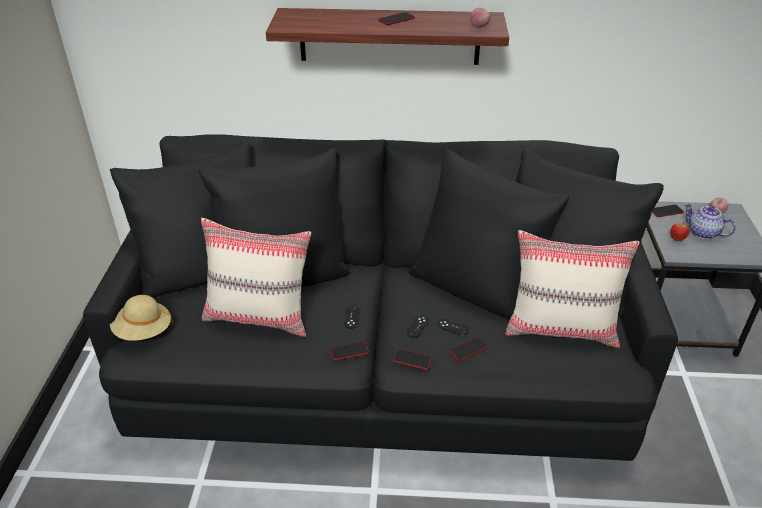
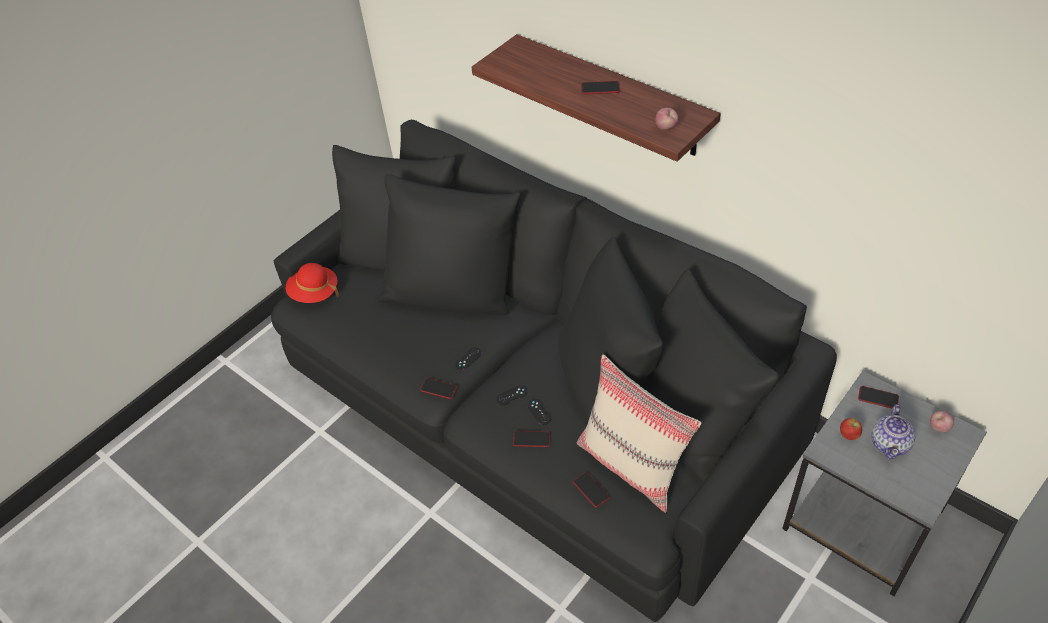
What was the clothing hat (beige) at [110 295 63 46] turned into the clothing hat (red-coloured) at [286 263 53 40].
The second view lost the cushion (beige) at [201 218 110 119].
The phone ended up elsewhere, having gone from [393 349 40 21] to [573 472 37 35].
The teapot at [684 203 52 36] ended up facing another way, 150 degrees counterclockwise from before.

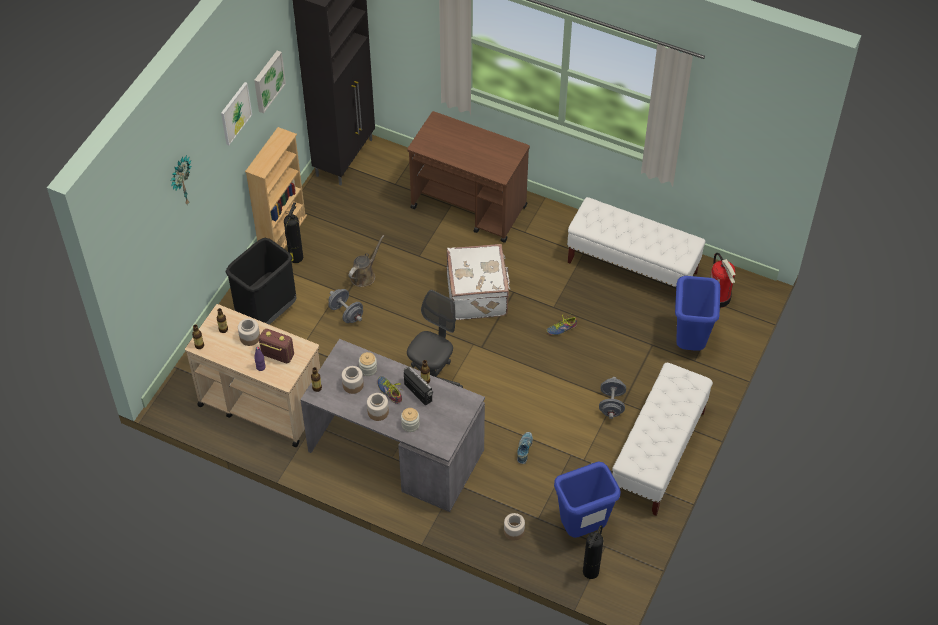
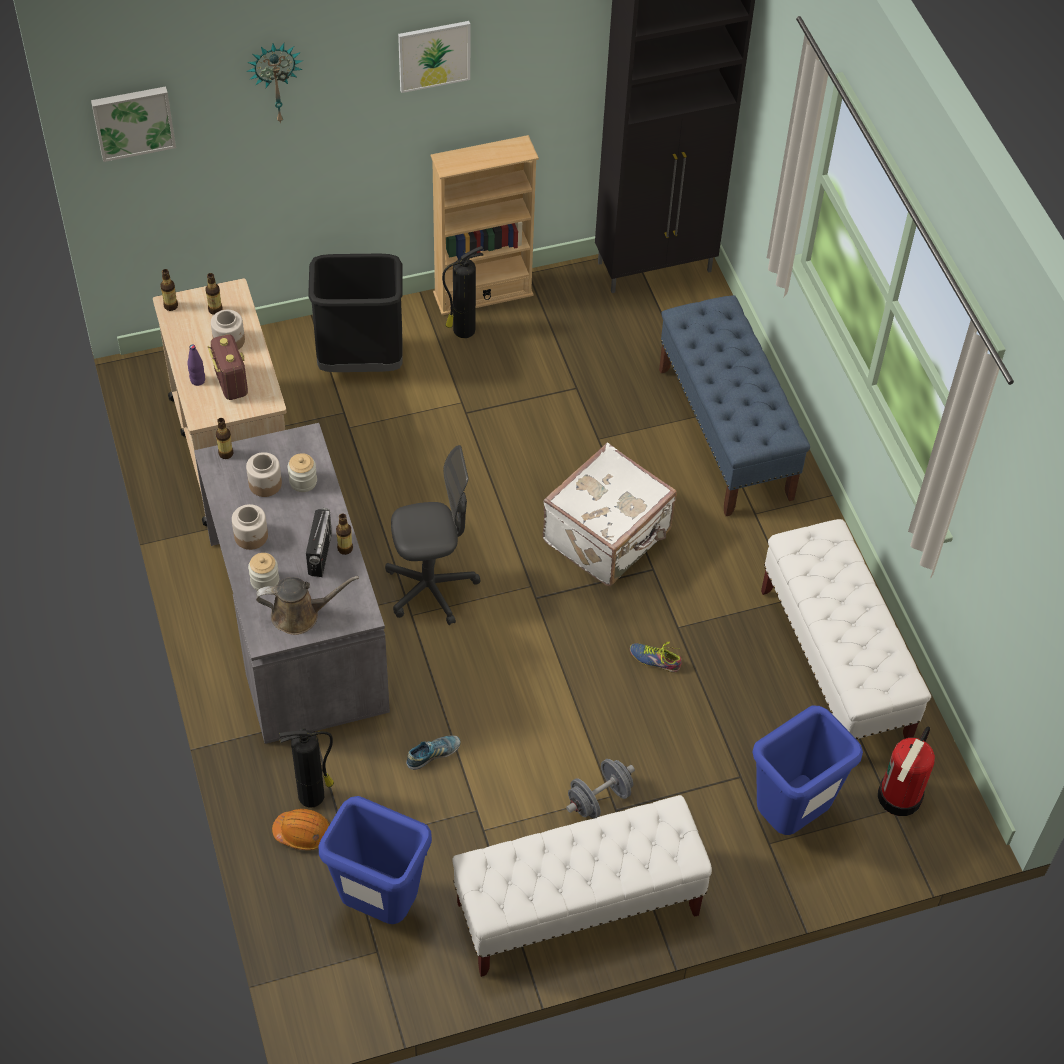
The wall picture ended up elsewhere, having gone from [254 51 32 62] to [91 86 85 76].
The second view lost the hand weight (grey) at [328 289 35 34].
The sprinkling can (brown) ended up elsewhere, having gone from [348 235 36 52] to [256 576 103 59].
The second view lost the shoe at [377 376 25 28].
Where the trolley (brown) stood at [407 111 123 132], the indoor bench (blue) came to stand at [659 295 151 221].
Where the storage jar stood at [504 513 21 27], the work helmet (orange-coloured) came to stand at [272 809 58 41].
The fire extinguisher ended up elsewhere, having gone from [583 525 21 54] to [279 728 55 80].

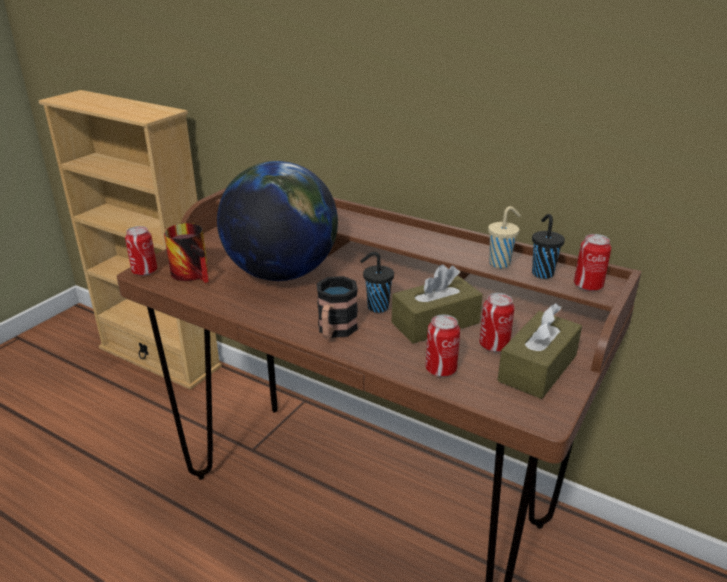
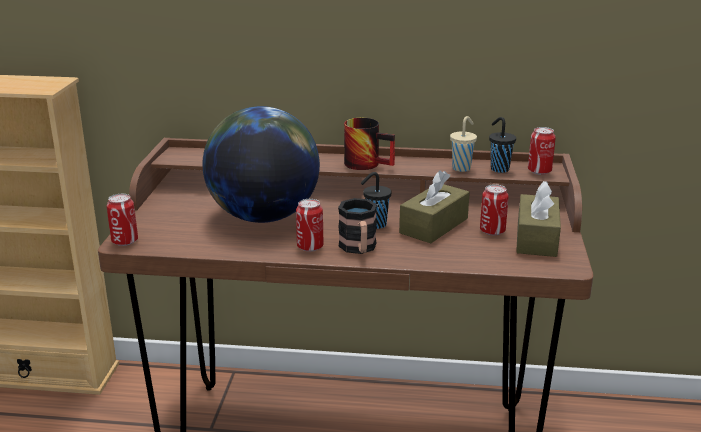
The mug ended up elsewhere, having gone from [164 223 45 60] to [344 118 51 52].
The can ended up elsewhere, having gone from [425 314 35 63] to [296 199 28 53].

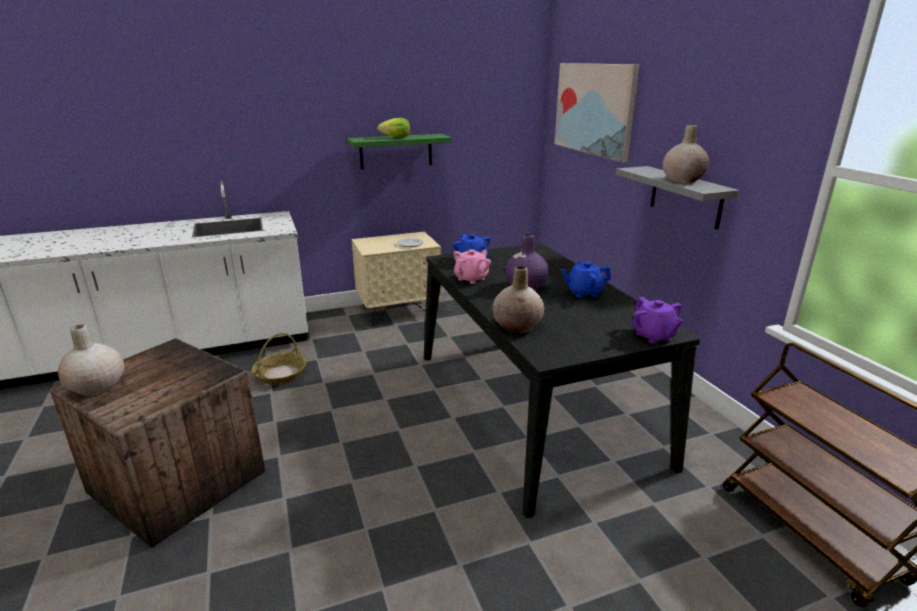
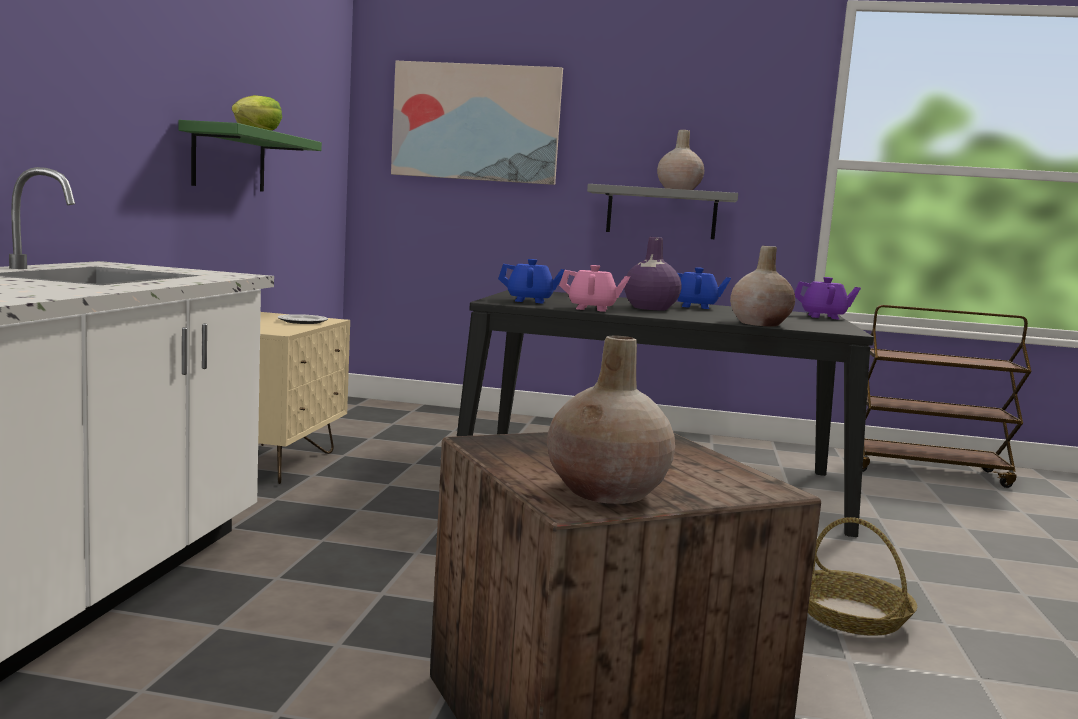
The basket ended up elsewhere, having gone from [252 333 54 52] to [808 517 109 119].
The teapot (pinkish) at [453 249 38 35] ended up facing another way, 120 degrees clockwise from before.
The teapot (blue) at [561 261 50 37] ended up facing another way, 105 degrees counterclockwise from before.

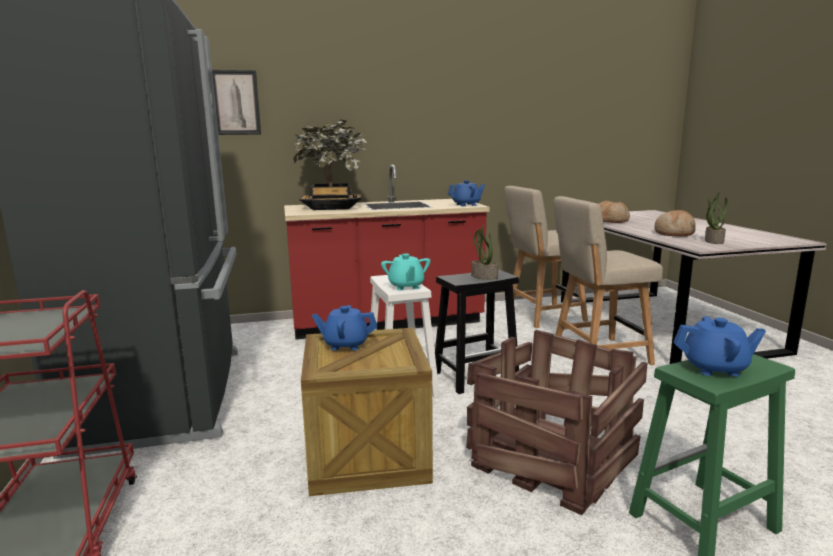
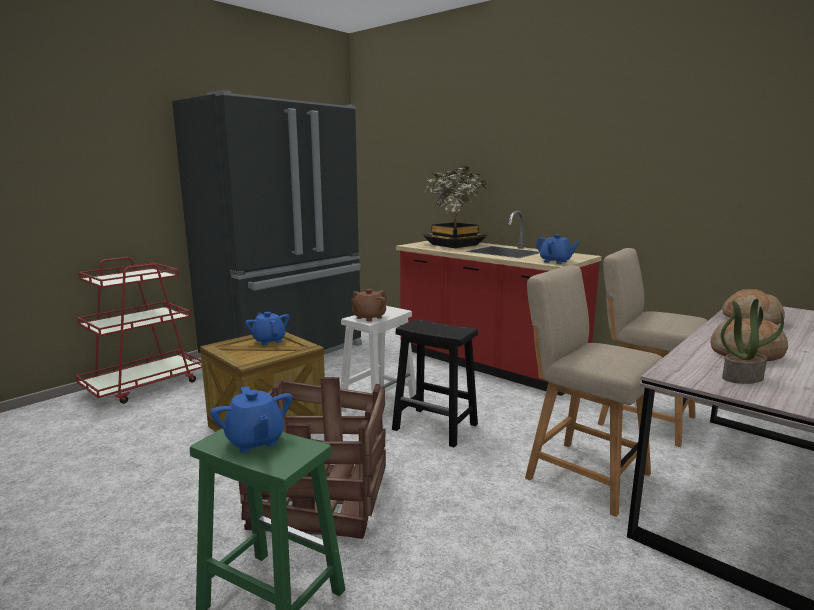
The second view lost the wall picture at [212 70 49 65].
What was the teapot (turquoise) at [381 254 49 36] turned into the teapot (brown) at [351 289 36 33].
The second view lost the houseplant at [471 224 27 56].

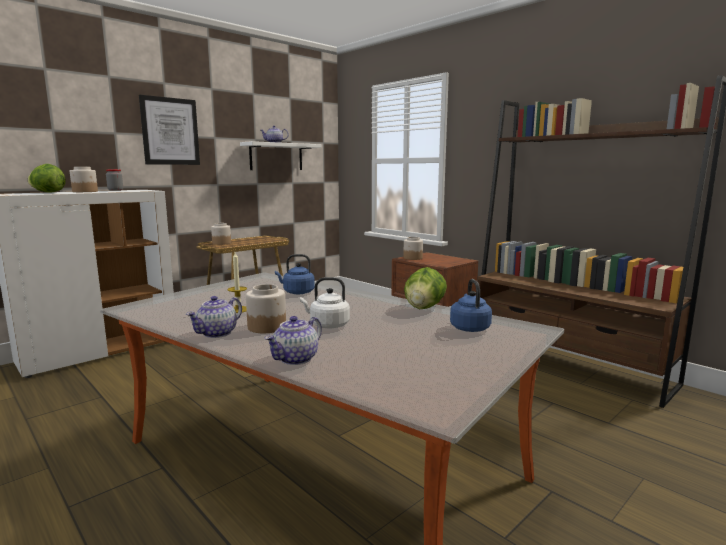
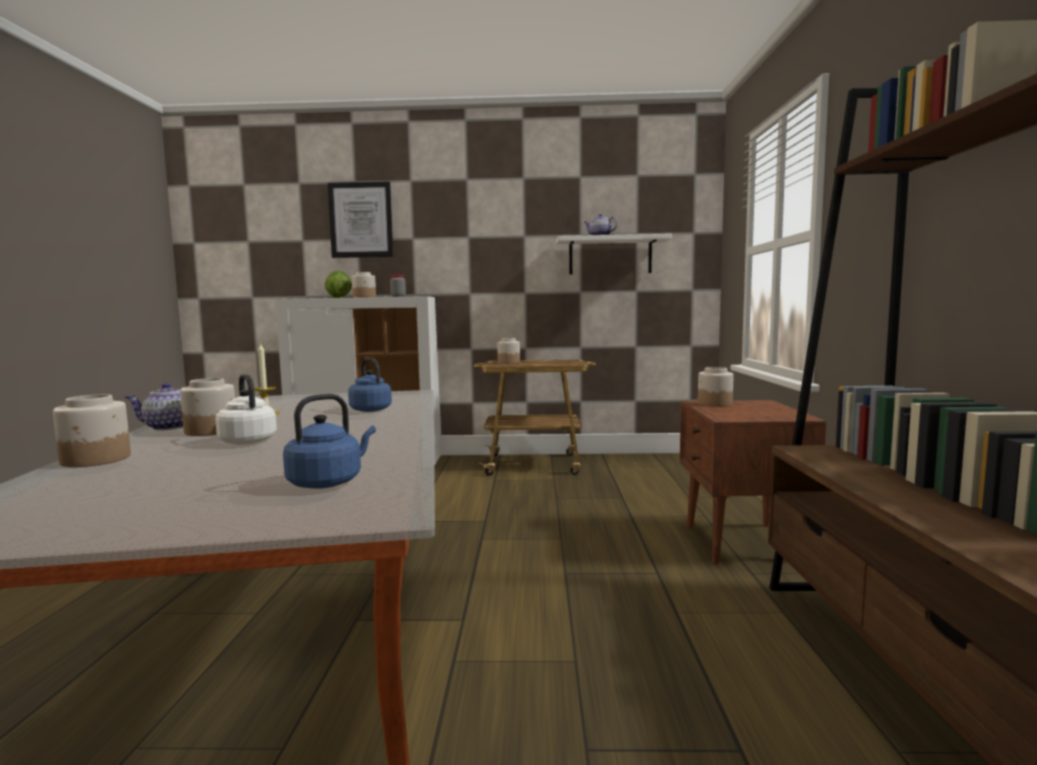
The wall picture ended up elsewhere, having gone from [139 95 61 70] to [328 182 65 76].
Where the teapot stood at [264 316 58 49], the storage jar came to stand at [53 394 78 73].
The second view lost the head of lettuce at [404 267 43 42].

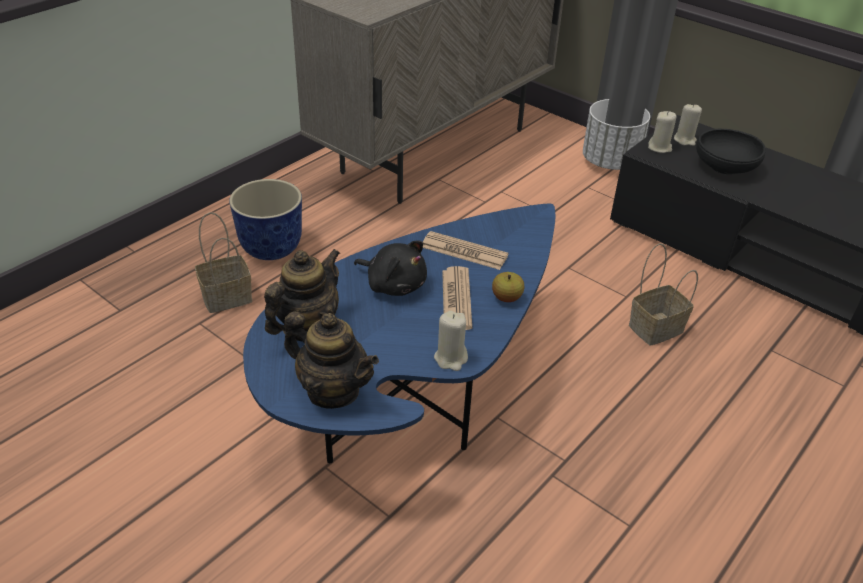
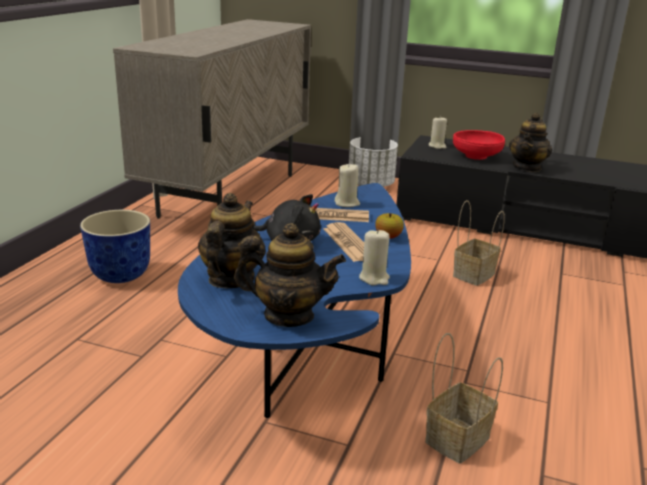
The basket ended up elsewhere, having gone from [195 212 57 101] to [425 333 78 131].
The candle (beige) ended up elsewhere, having gone from [648 111 28 42] to [335 163 25 44].
What was the deep dish (blackish) at [696 129 70 45] turned into the deep dish (red-coloured) at [453 130 52 30].
The second view gained the teapot at [509 112 43 60].

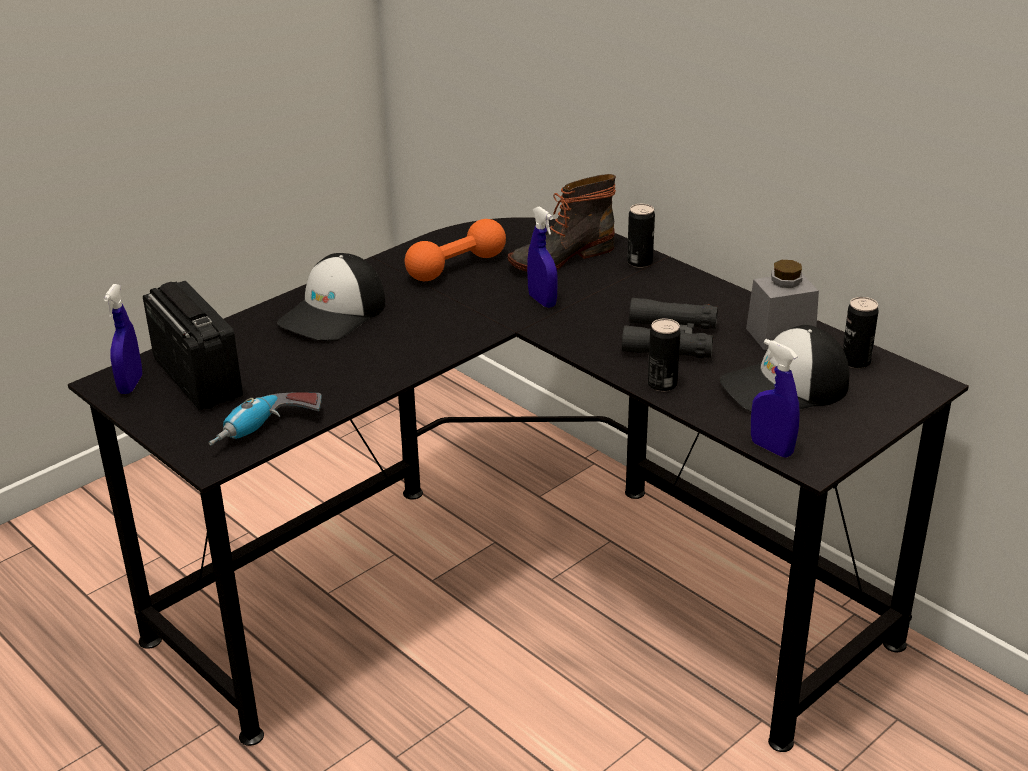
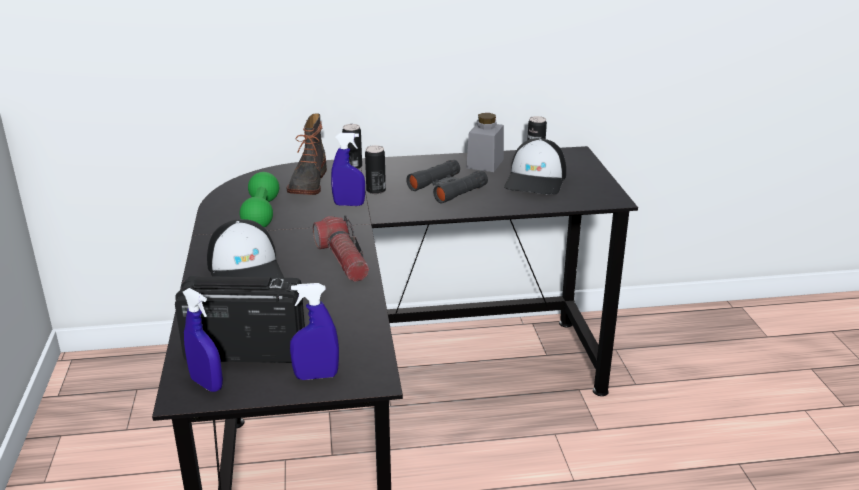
The second view lost the power drill at [209 392 113 53].
What was the hand weight (orange-coloured) at [405 219 101 62] turned into the hand weight (green) at [239 172 40 56].
The can ended up elsewhere, having gone from [648 318 33 74] to [365 145 21 49].
The hand sprayer (blue) ended up elsewhere, having gone from [751 339 49 119] to [290 283 49 97].
The second view gained the hand torch at [313 215 56 67].

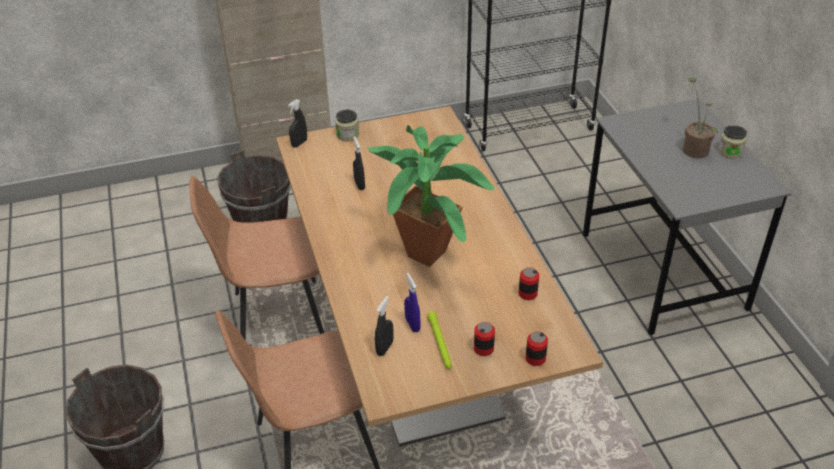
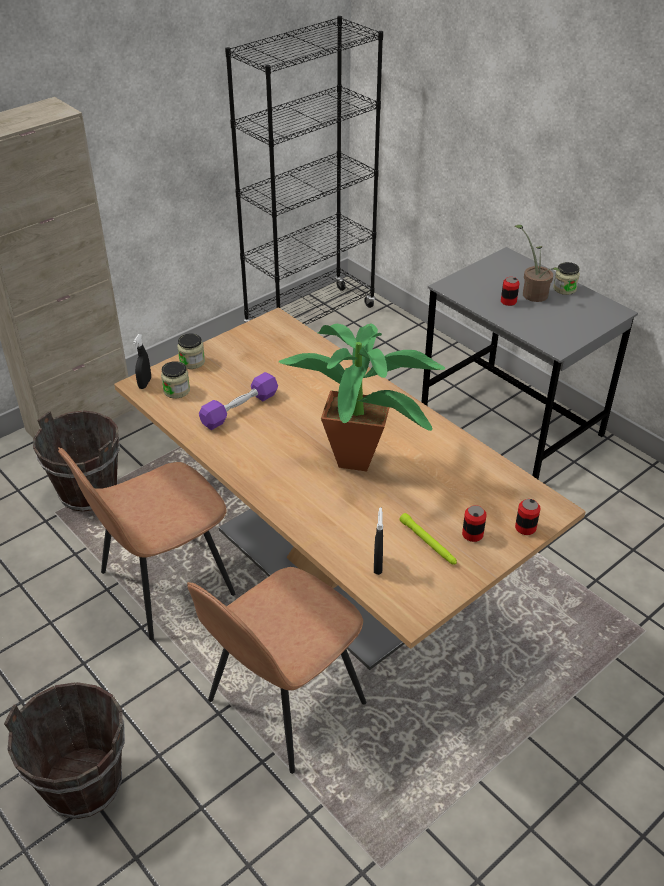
Where the hand sprayer (blackish) stood at [353 137 12 53], the hand weight (purple) came to stand at [199 372 79 58].
The second view lost the hand sprayer (blue) at [404 273 17 59].
The can ended up elsewhere, having gone from [519 267 20 33] to [501 277 19 29].
The second view gained the storage jar at [161 361 29 38].

